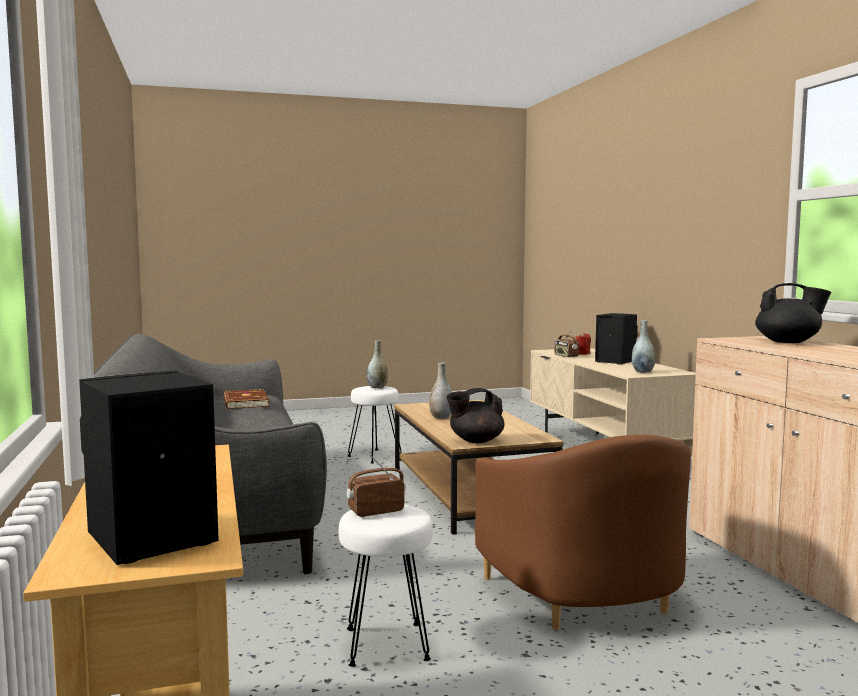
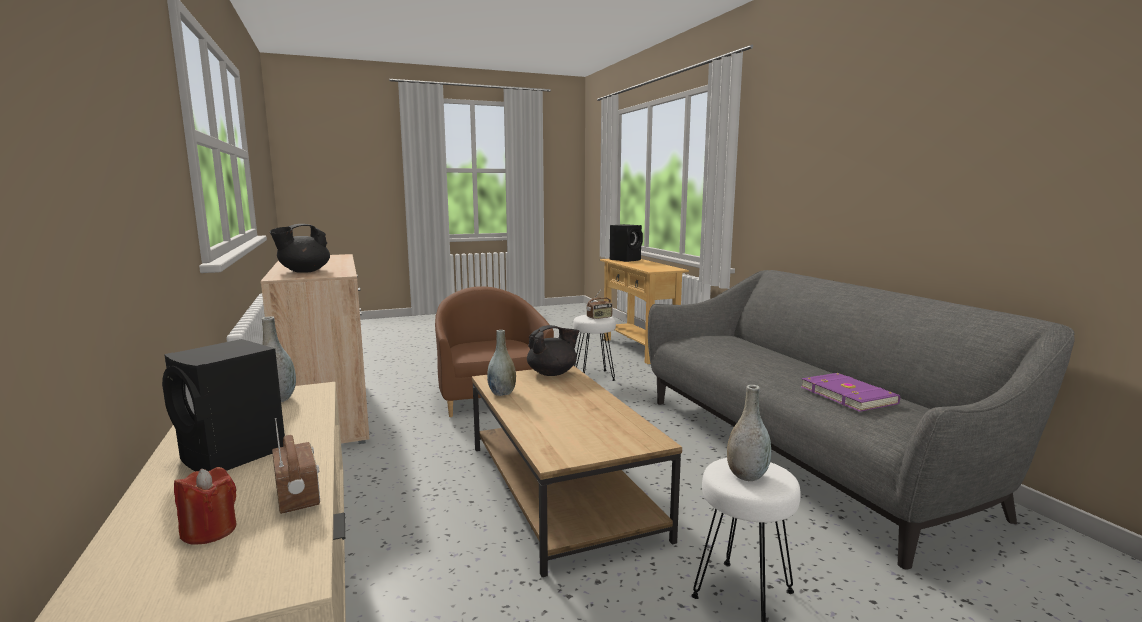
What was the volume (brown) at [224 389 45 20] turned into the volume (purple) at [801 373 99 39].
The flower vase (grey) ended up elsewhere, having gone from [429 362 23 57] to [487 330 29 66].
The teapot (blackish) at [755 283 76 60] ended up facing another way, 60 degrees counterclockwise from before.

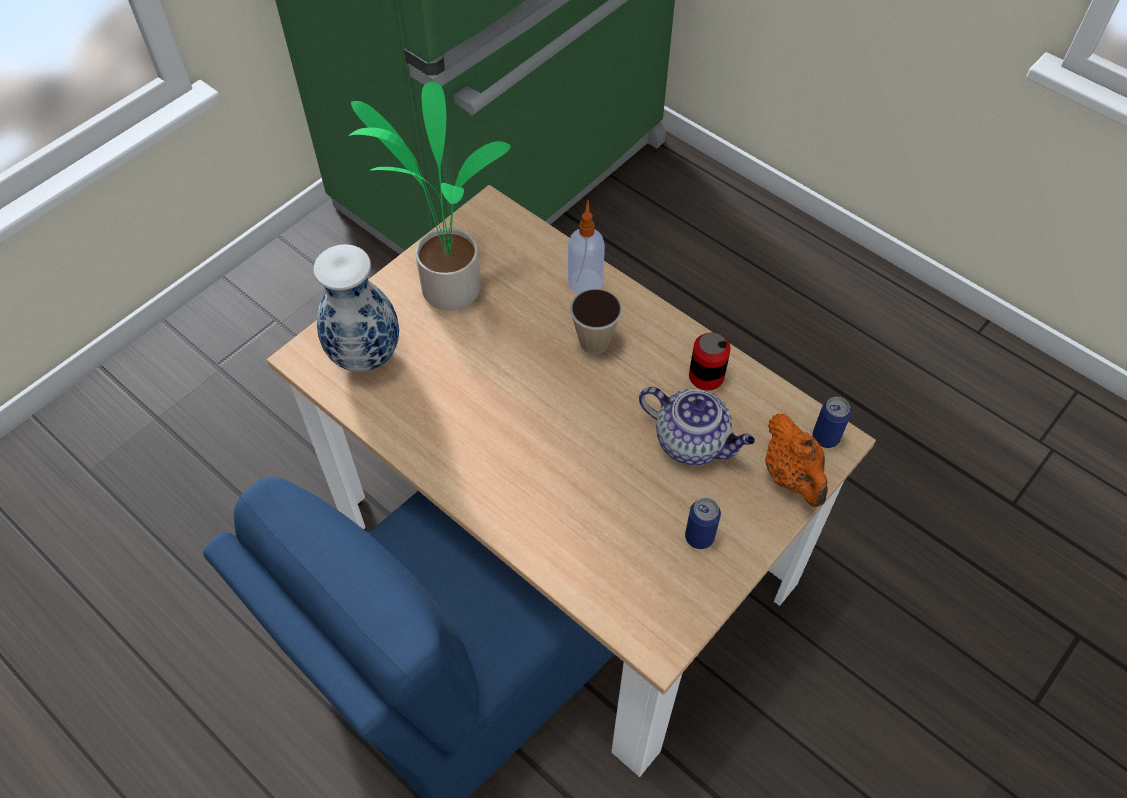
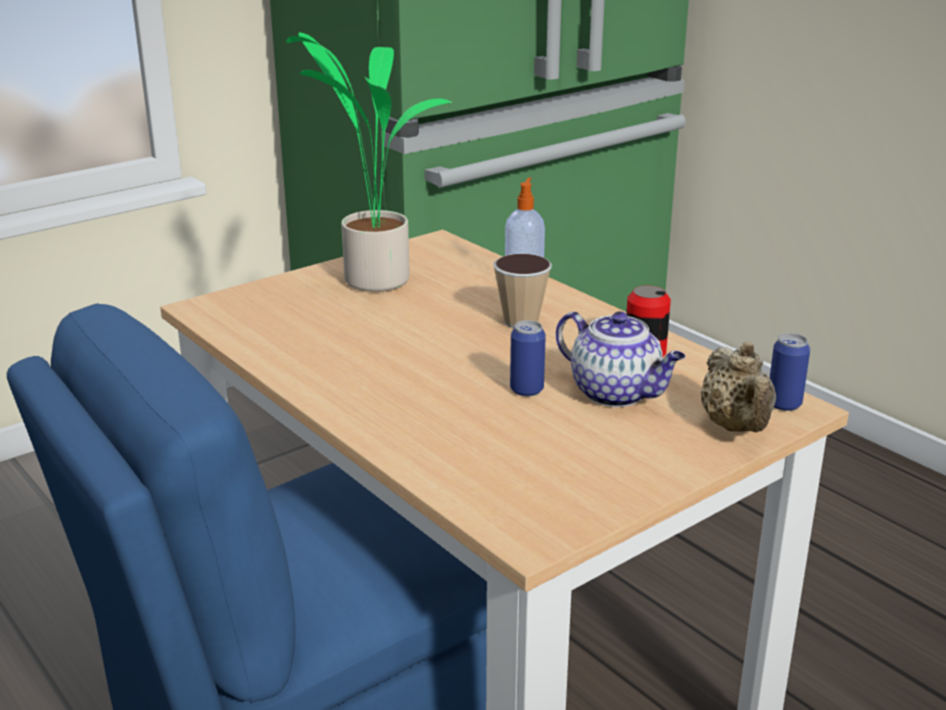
The second view lost the flower vase at [313 244 86 128].
The can ended up elsewhere, having gone from [685 498 36 51] to [510 320 36 77].
What was the teapot (orange-coloured) at [765 413 63 94] turned into the teapot (beige) at [701 341 75 92].

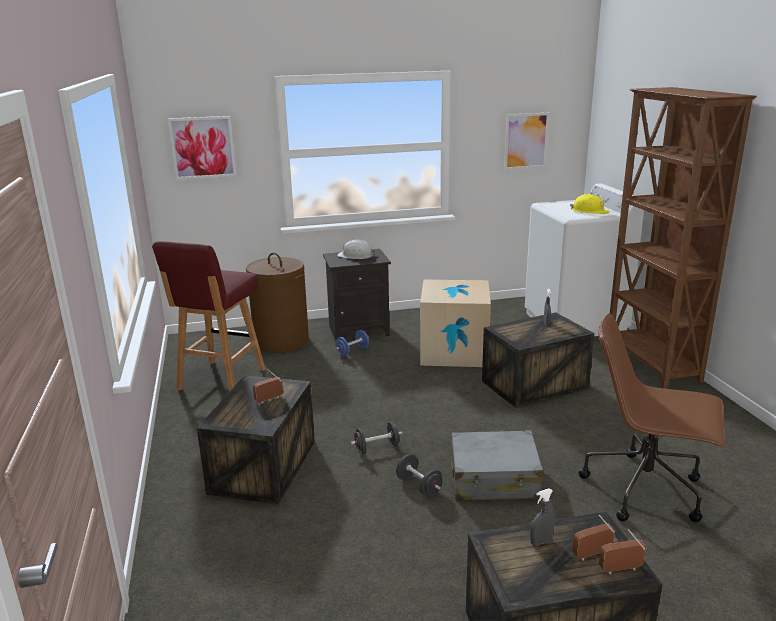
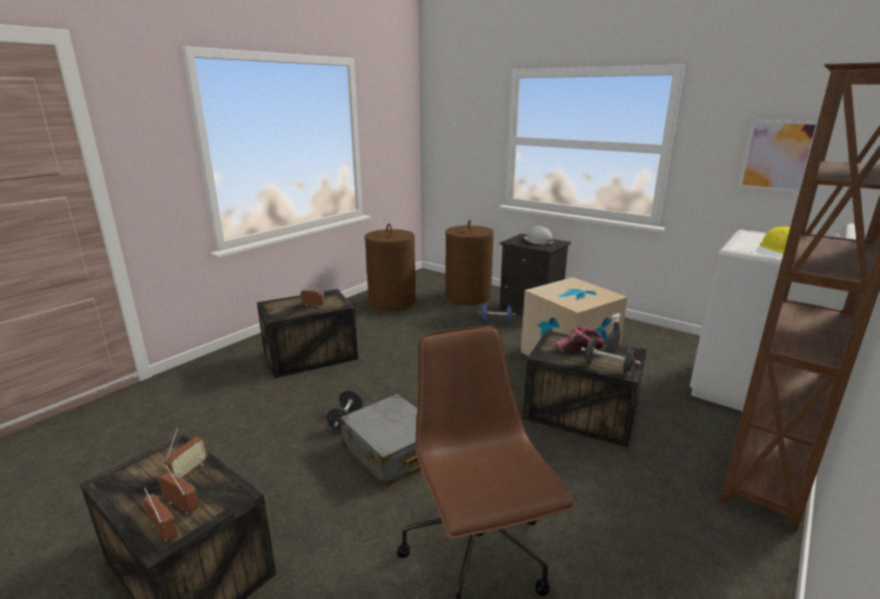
Where the sitting stool (red-coloured) stood at [152 241 113 151], the hamper (brown) came to stand at [364 224 52 87].
The second view lost the wall picture at [168 116 68 64].
The hand weight (blackish) ended up elsewhere, having gone from [351 422 51 32] to [581 338 60 36].
Where the hand sprayer (grey) stood at [530 488 25 58], the radio receiver came to stand at [165 428 43 52].
The second view gained the peaked cap at [555 326 49 28].

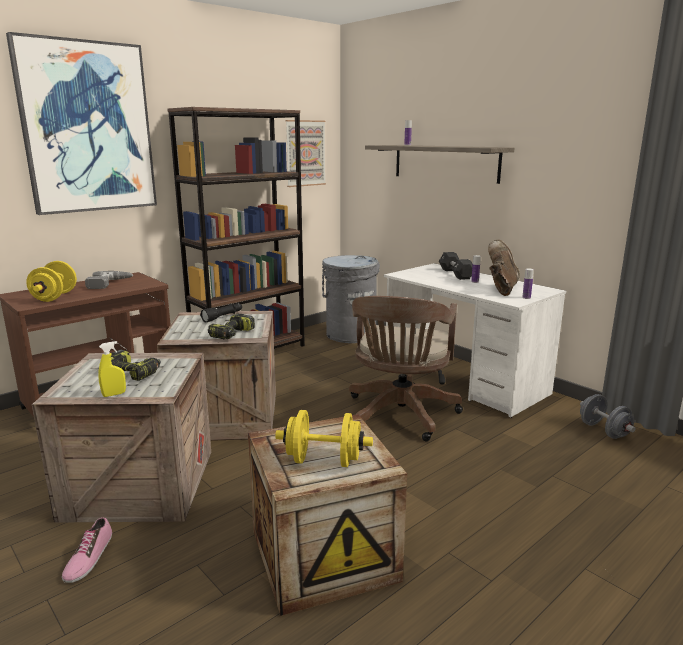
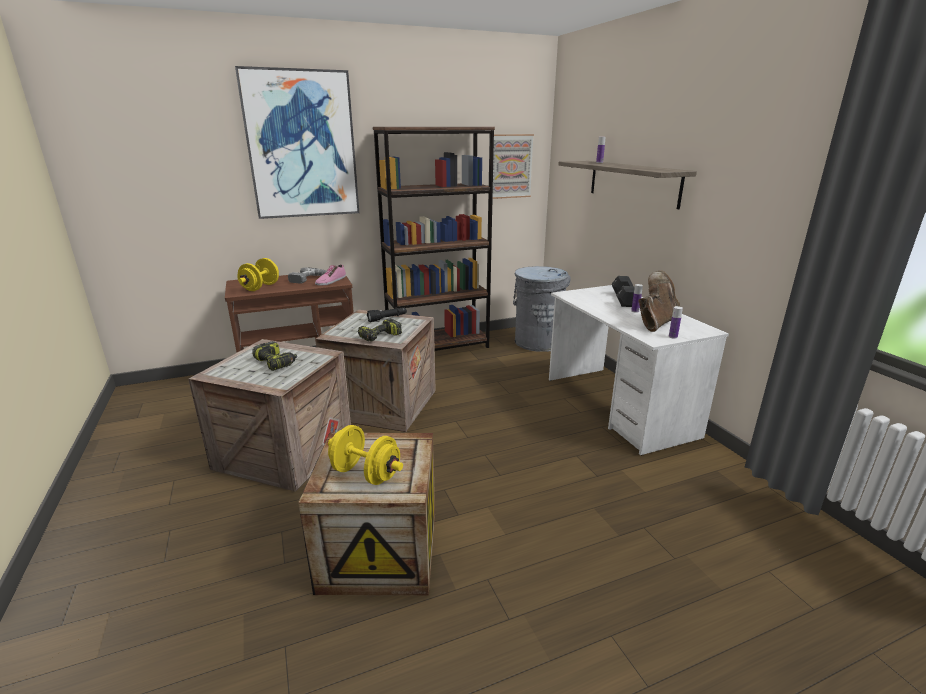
The shoe ended up elsewhere, having gone from [62 517 50 66] to [315 264 31 22].
The second view lost the hand sprayer (yellow-coloured) at [98 341 28 56].
The second view lost the computer chair (brown) at [349 296 114 145].
The second view lost the hand weight (grey) at [580 394 55 45].

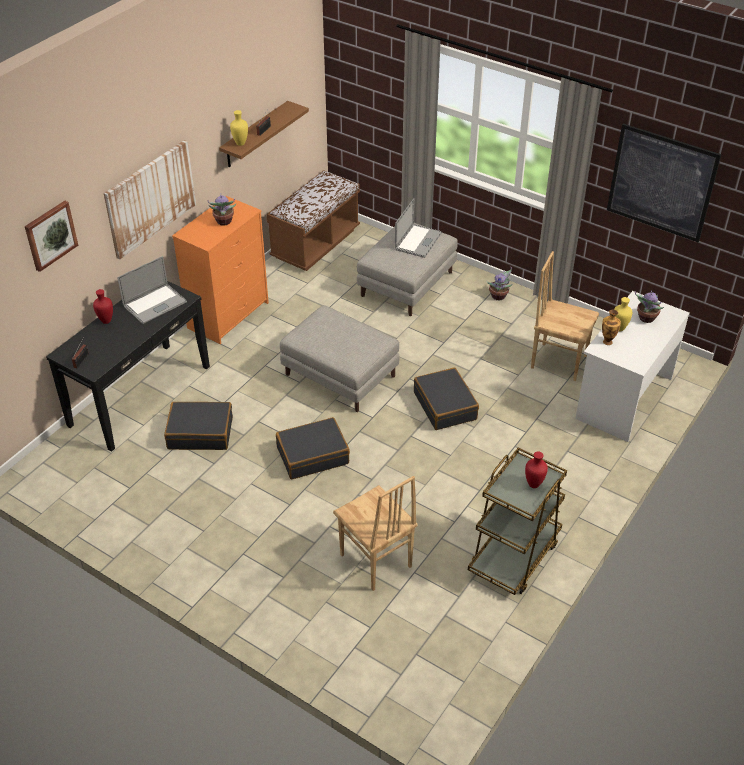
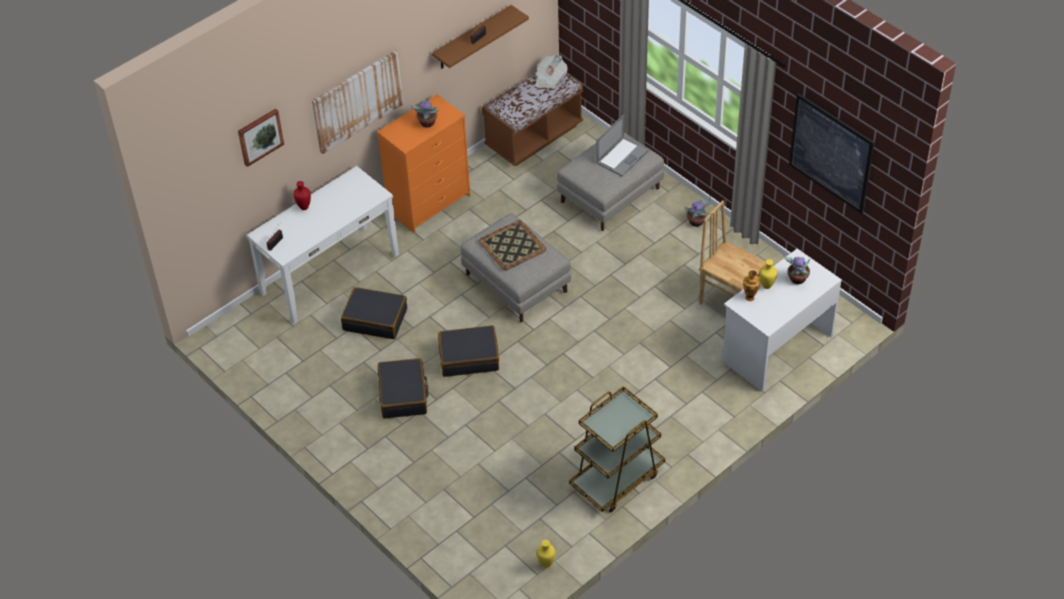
What was the hall table (blackish) at [46 281 164 171] turned into the hall table (whitish) at [247 166 152 158].
The second view lost the notebook computer at [117 256 70 68].
The flower vase (yellow-coloured) ended up elsewhere, having gone from [230 110 18 36] to [537 540 18 28].
The second view lost the chair (brown) at [333 476 85 115].
The piece of luggage (blackish) ended up elsewhere, having gone from [414 367 65 63] to [378 358 50 61].
The second view lost the flower vase (red-coloured) at [525 451 23 37].
The second view gained the serving tray at [479 220 67 50].
The second view gained the newspaper at [535 55 32 34].

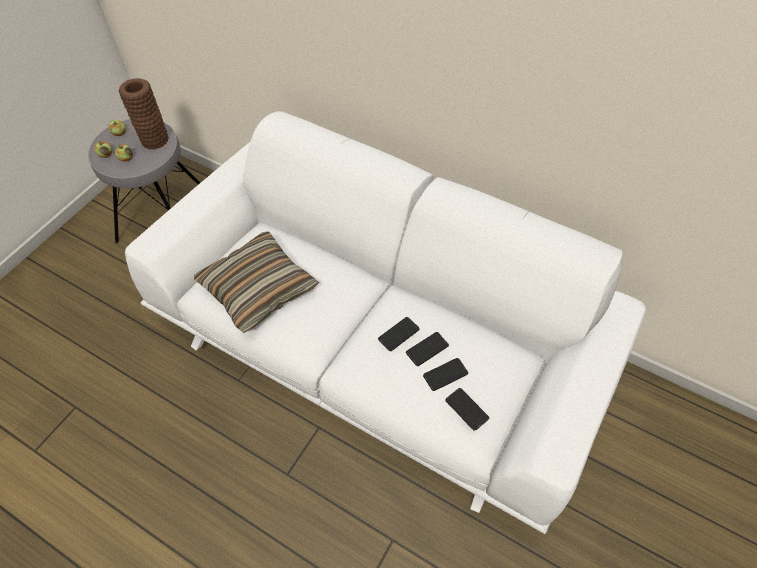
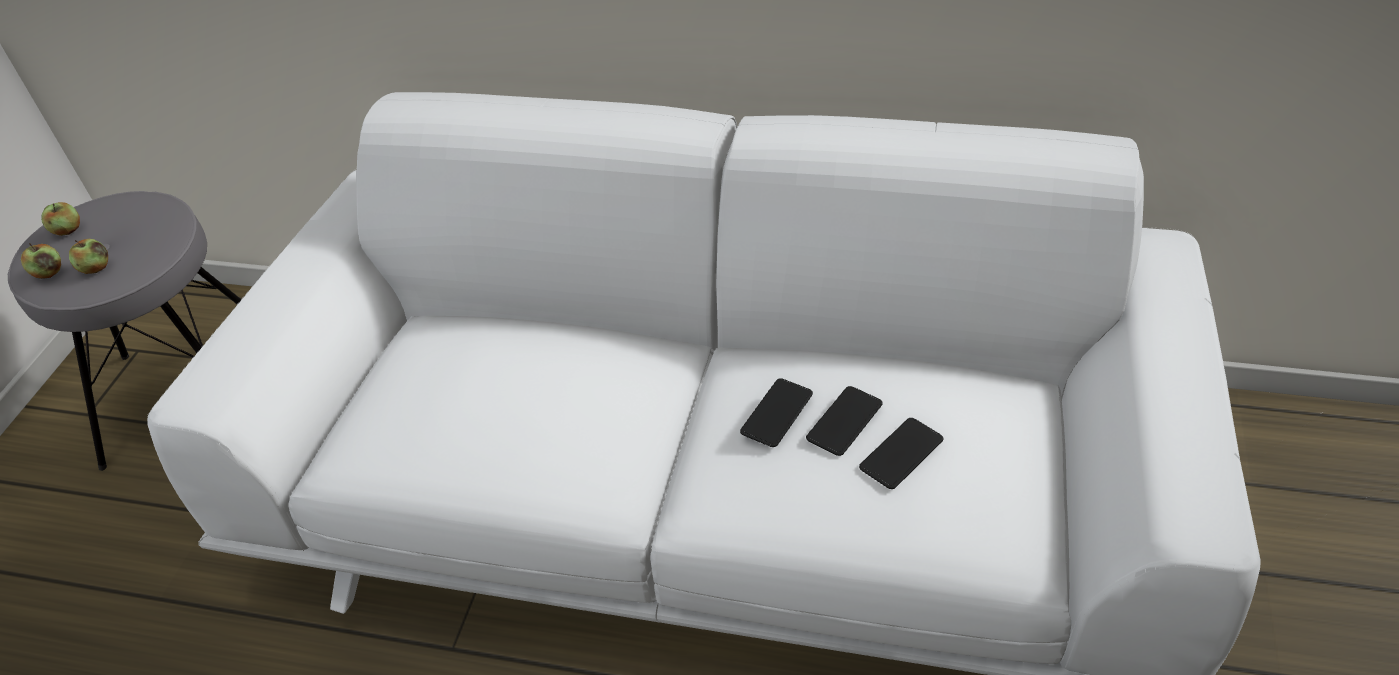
The second view lost the flower vase (brown) at [119 78 49 72].
The second view lost the cushion at [194 231 125 102].
The second view lost the phone at [445 388 44 43].

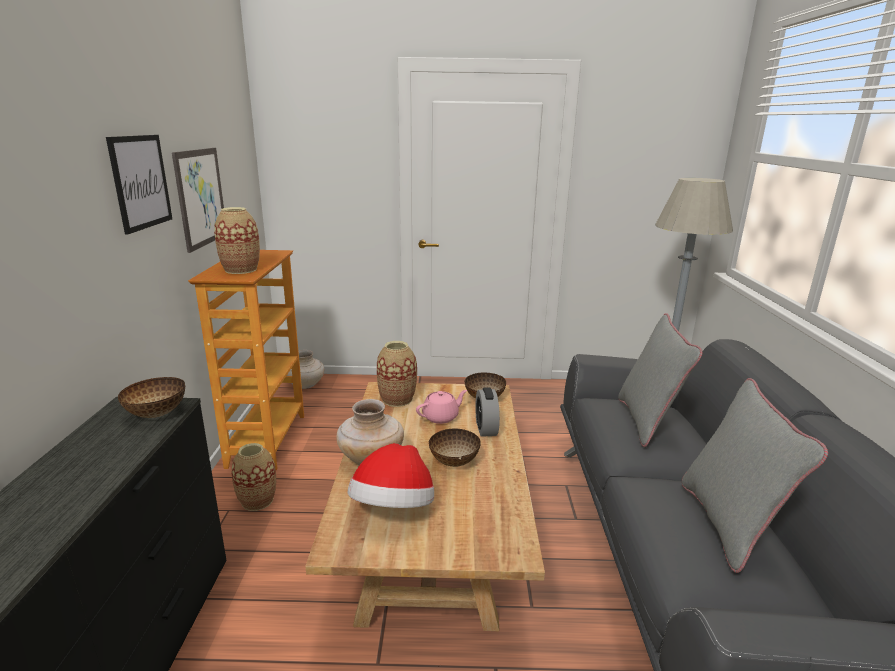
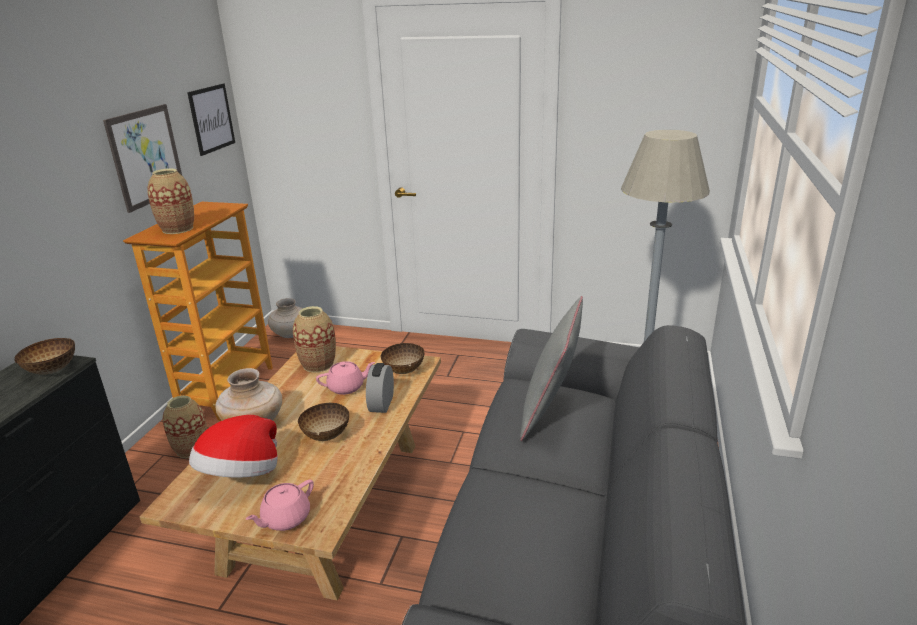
The wall picture ended up elsewhere, having gone from [106 135 66 99] to [187 84 48 72].
The second view lost the cushion (grey) at [682 378 146 195].
The second view gained the teapot (pinkish) at [246 479 68 52].

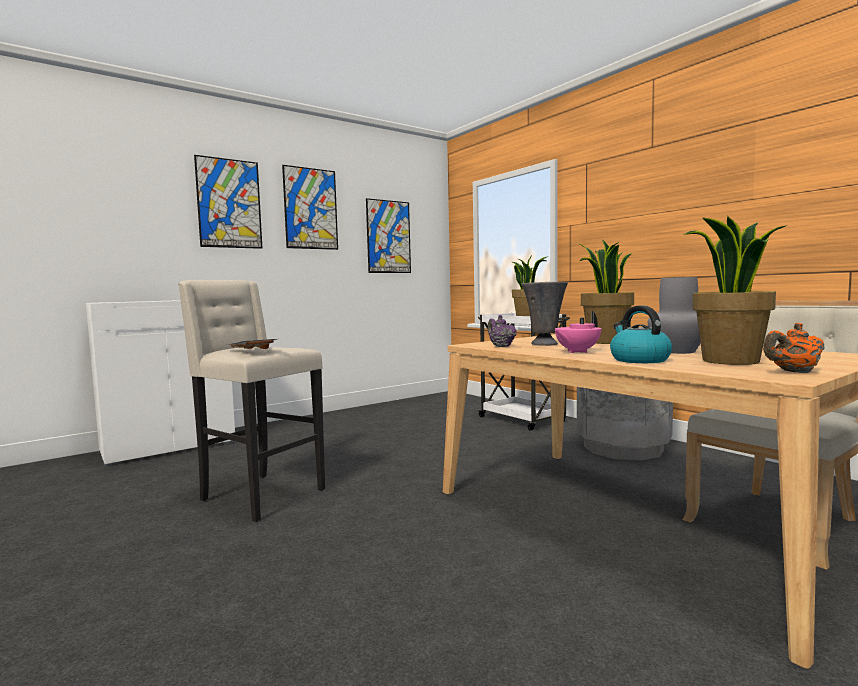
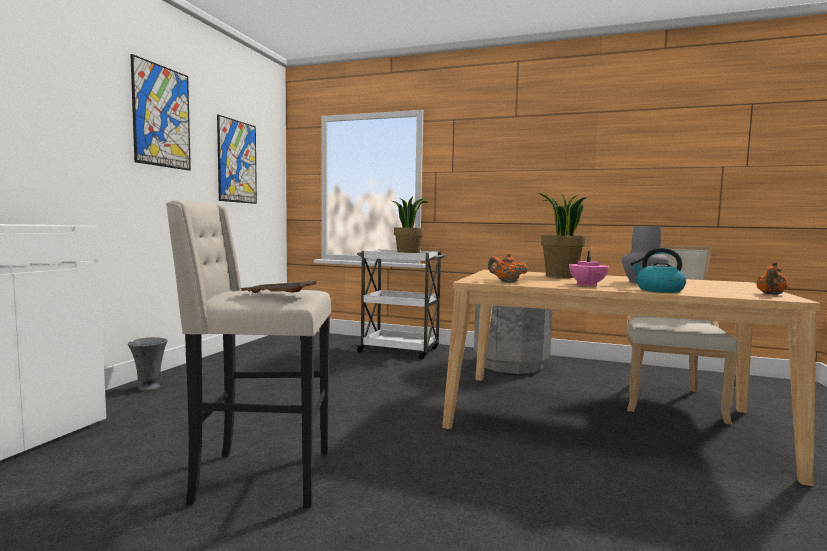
The second view lost the wall picture at [194 155 69 94].
What was the teapot (purple) at [488 315 29 32] turned into the teapot (orange-coloured) at [488 253 40 30].
The flower vase (grey) ended up elsewhere, having gone from [522 282 46 64] to [128 337 39 54].
The second view lost the houseplant at [683 216 105 149].

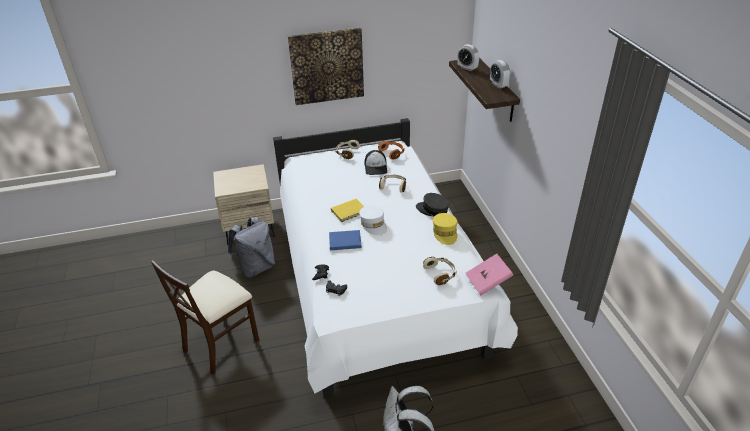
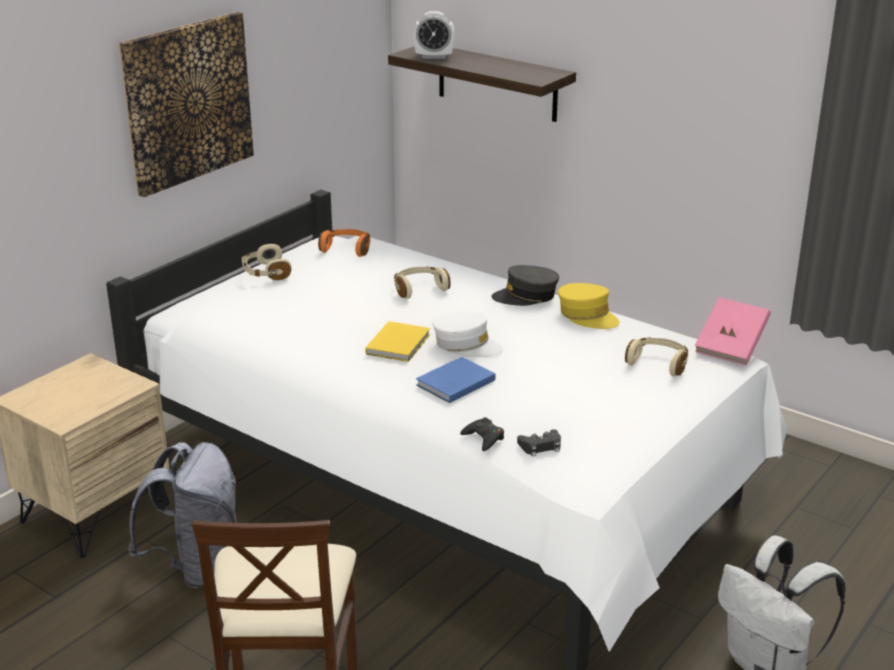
The second view lost the peaked cap at [364 150 23 25].
The second view lost the bedside clock at [490 60 20 29].

